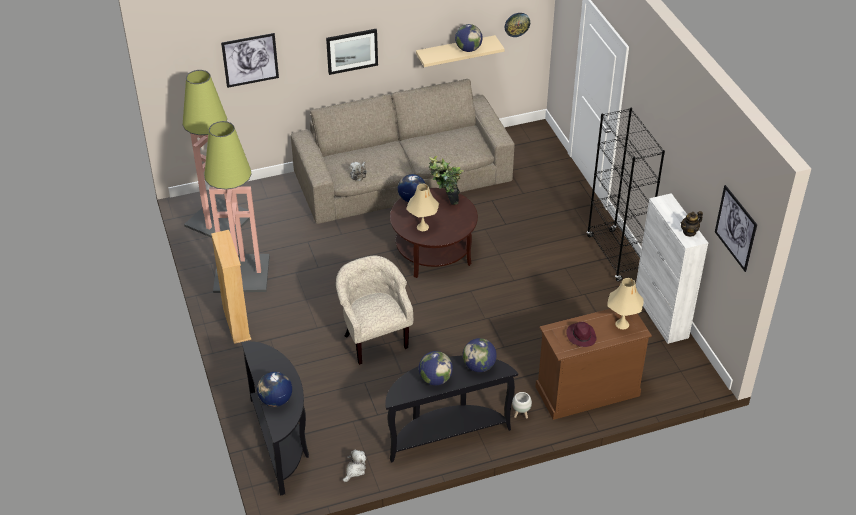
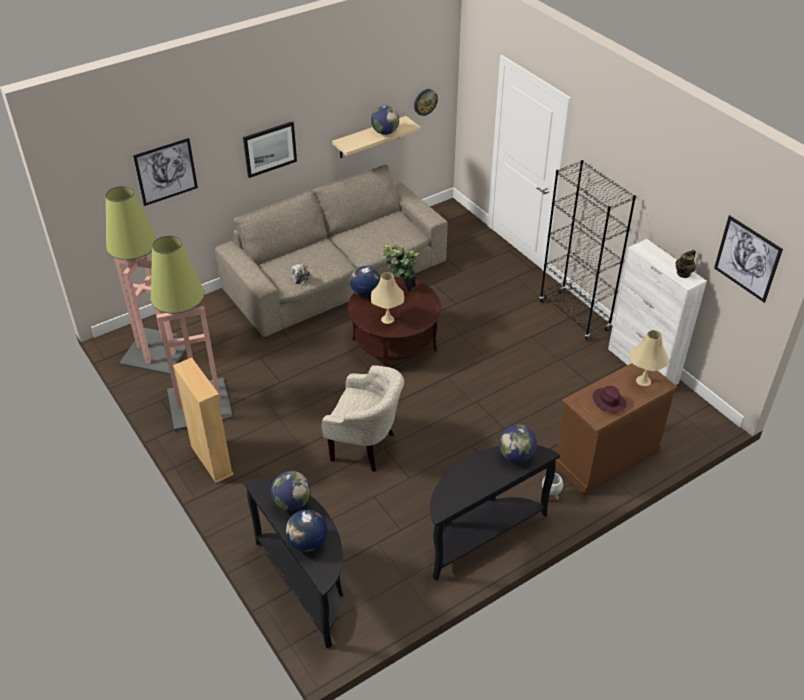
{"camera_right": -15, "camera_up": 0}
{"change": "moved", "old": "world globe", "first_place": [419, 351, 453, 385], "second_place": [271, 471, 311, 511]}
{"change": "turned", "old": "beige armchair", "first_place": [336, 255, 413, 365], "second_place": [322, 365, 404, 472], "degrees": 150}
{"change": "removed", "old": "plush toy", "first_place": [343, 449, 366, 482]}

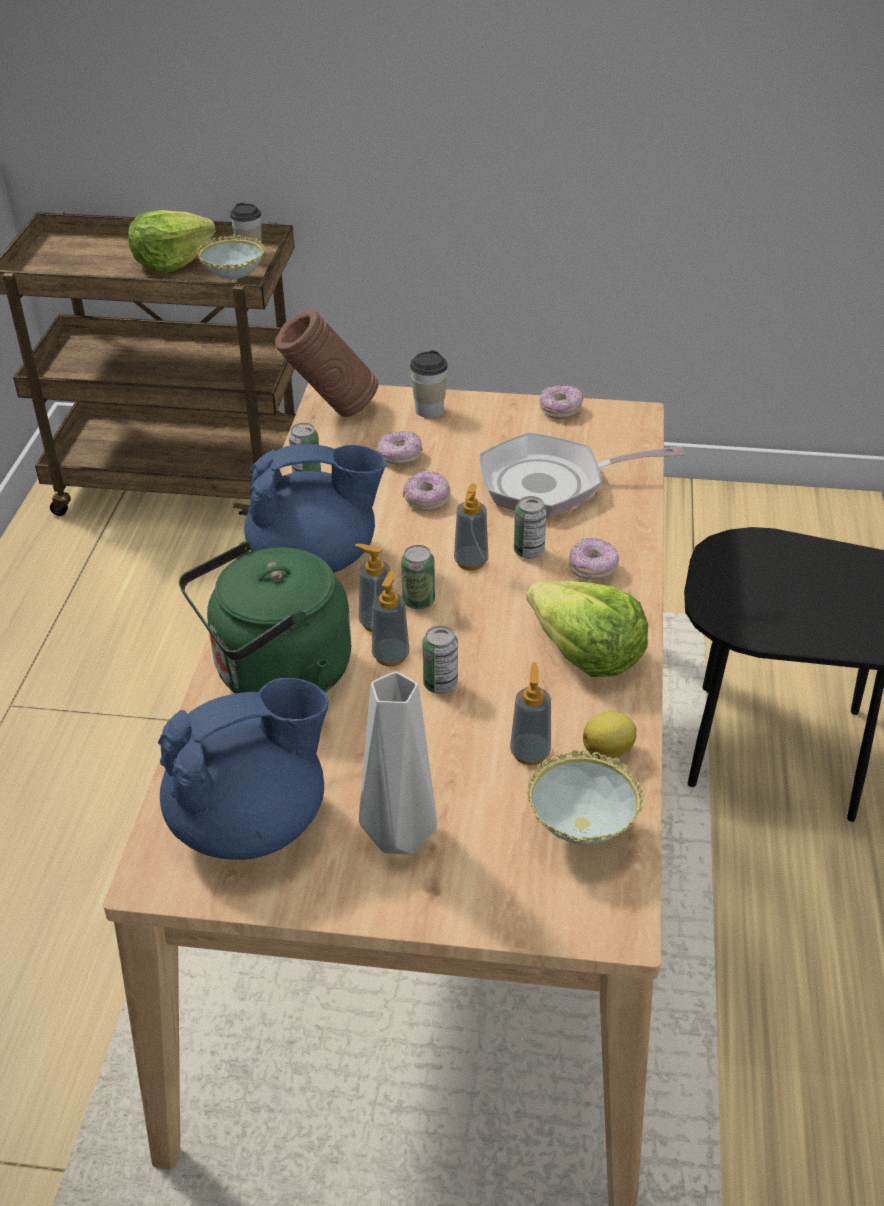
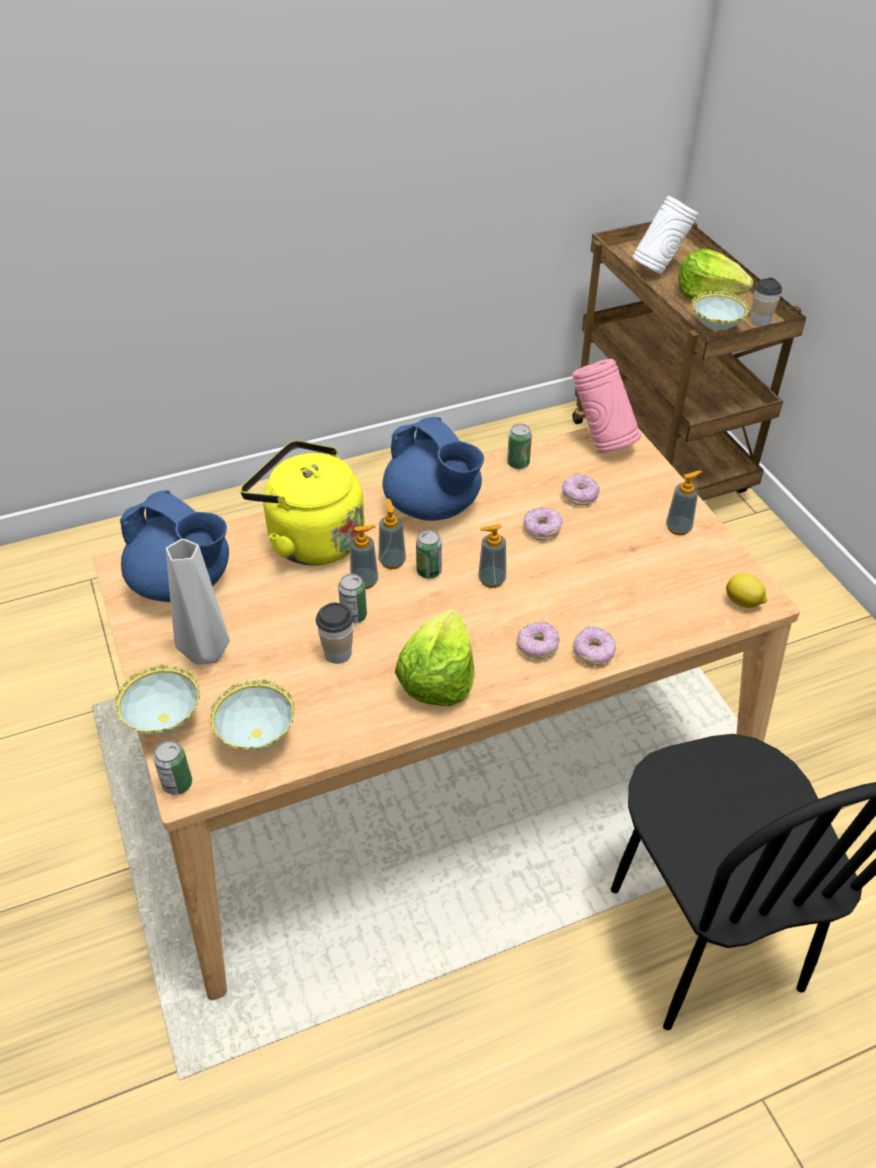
{"camera_right": 60, "camera_up": 5}
{"change": "added", "new": "deep dish", "second_place": [114, 664, 201, 735]}
{"change": "moved", "old": "can", "first_place": [514, 496, 547, 559], "second_place": [153, 740, 192, 795]}
{"change": "recoloured", "old": "green-coloured kettle", "new": "yellowish kettle", "first_place": [179, 541, 351, 694], "second_place": [240, 440, 365, 566]}
{"change": "moved", "old": "cup", "first_place": [410, 350, 448, 418], "second_place": [316, 603, 354, 664]}
{"change": "recoloured", "old": "brownish vase", "new": "pink vase", "first_place": [275, 310, 378, 417], "second_place": [572, 359, 641, 453]}
{"change": "moved", "old": "doughnut", "first_place": [539, 385, 584, 419], "second_place": [573, 626, 616, 665]}
{"change": "added", "new": "whitish vase", "second_place": [632, 196, 699, 274]}
{"change": "moved", "old": "liquid soap bottle", "first_place": [510, 662, 551, 765], "second_place": [666, 470, 702, 535]}
{"change": "moved", "old": "whole lemon", "first_place": [583, 712, 637, 759], "second_place": [726, 573, 767, 608]}
{"change": "removed", "old": "pan", "first_place": [480, 432, 685, 518]}

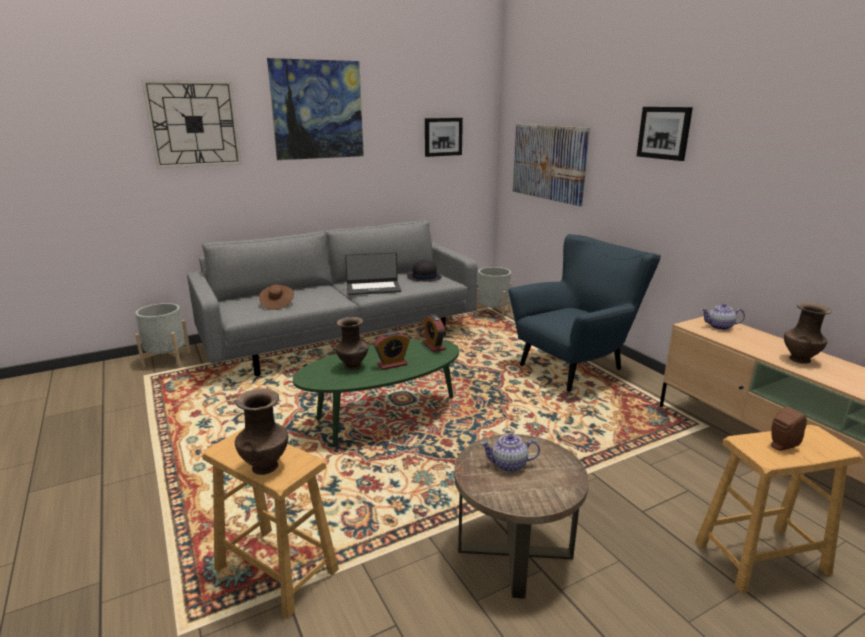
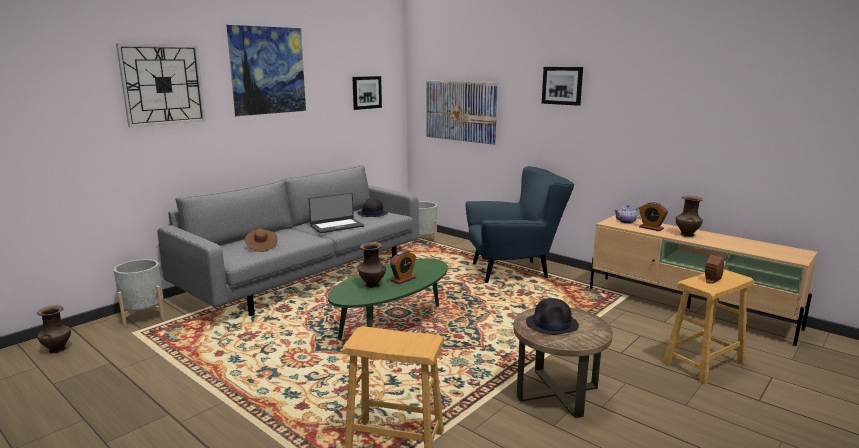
{"camera_right": -20, "camera_up": -5}
{"change": "moved", "old": "brownish vase", "first_place": [235, 388, 288, 475], "second_place": [37, 305, 71, 353]}
{"change": "turned", "old": "bluish armchair", "first_place": [508, 234, 661, 392], "second_place": [466, 166, 574, 283], "degrees": 45}
{"change": "replaced", "old": "tea pot", "new": "black hat", "first_place": [480, 434, 540, 472], "second_place": [526, 298, 579, 335]}
{"change": "moved", "old": "alarm clock", "first_place": [422, 314, 446, 352], "second_place": [639, 202, 668, 231]}

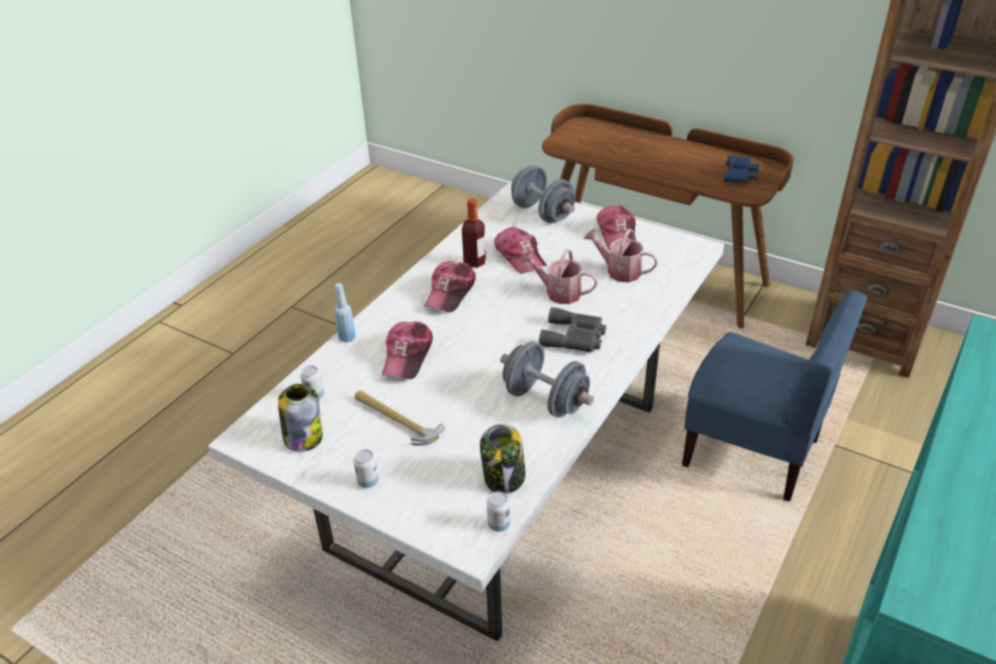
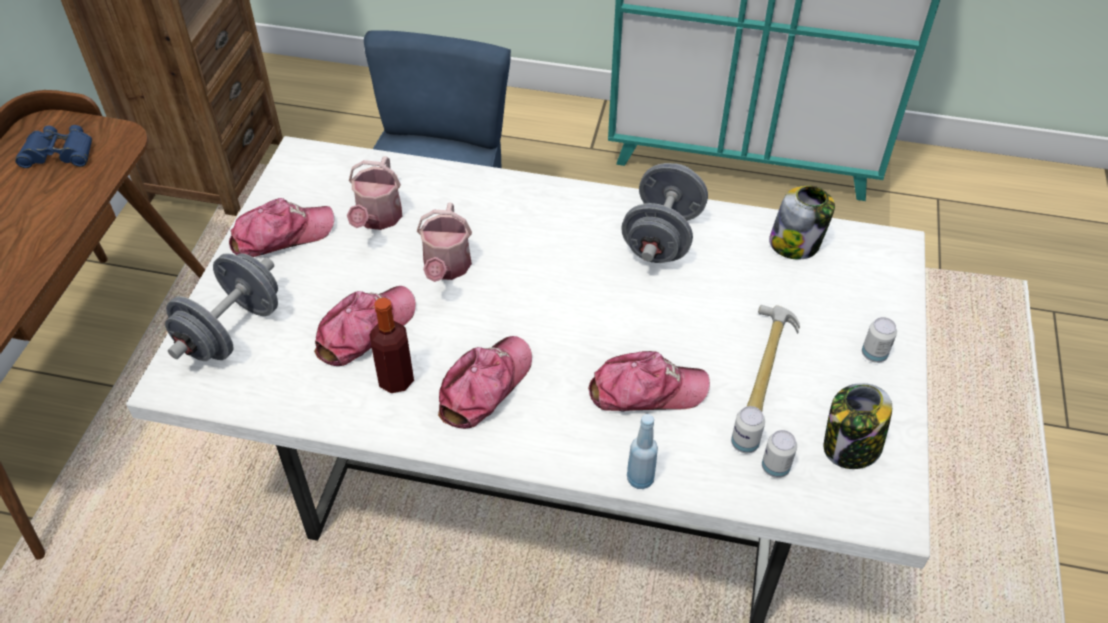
{"camera_right": -110, "camera_up": 10}
{"change": "turned", "old": "baseball cap", "first_place": [424, 261, 476, 312], "second_place": [438, 336, 532, 429], "degrees": -60}
{"change": "moved", "old": "can", "first_place": [487, 491, 510, 532], "second_place": [731, 406, 765, 453]}
{"change": "removed", "old": "grey field glasses", "first_place": [539, 307, 606, 353]}

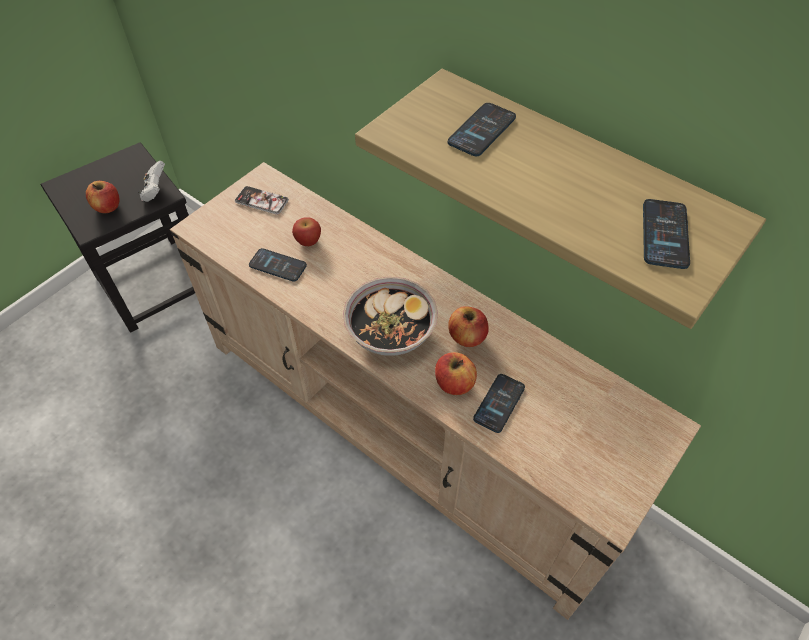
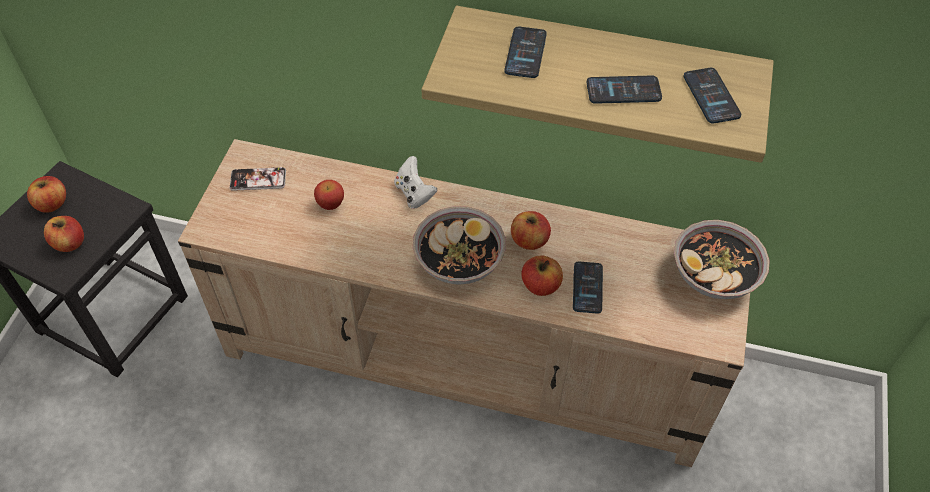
{"camera_right": -25, "camera_up": 0}
{"change": "added", "new": "apple", "second_place": [27, 176, 66, 213]}
{"change": "moved", "old": "whitish joypad", "first_place": [138, 161, 165, 202], "second_place": [394, 156, 437, 209]}
{"change": "moved", "old": "telephone", "first_place": [249, 248, 307, 282], "second_place": [586, 75, 662, 104]}
{"change": "added", "new": "deep dish", "second_place": [674, 220, 770, 299]}

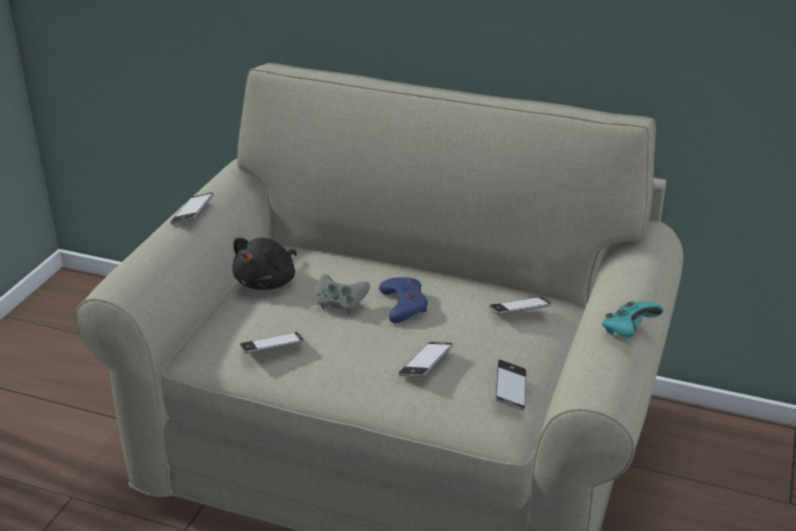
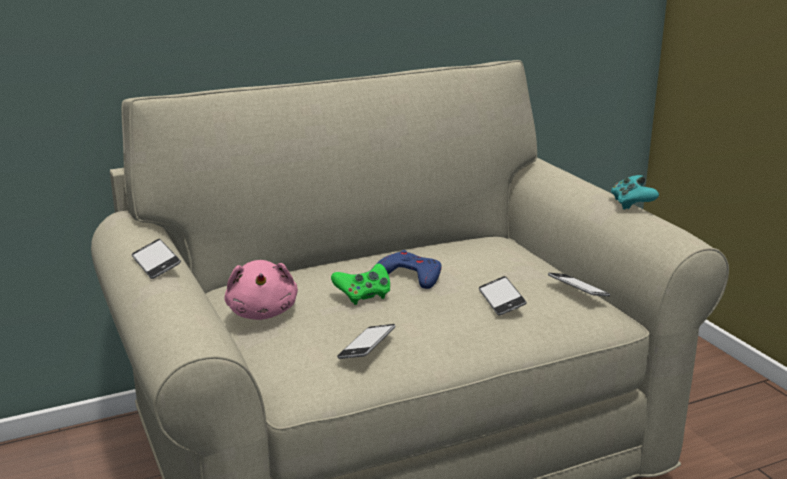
{"camera_right": -45, "camera_up": -10}
{"change": "recoloured", "old": "black plush toy", "new": "pink plush toy", "first_place": [232, 238, 297, 290], "second_place": [224, 260, 298, 320]}
{"change": "recoloured", "old": "grey joypad", "new": "green-coloured joypad", "first_place": [316, 274, 370, 314], "second_place": [331, 263, 390, 305]}
{"change": "removed", "old": "telephone", "first_place": [489, 297, 552, 314]}

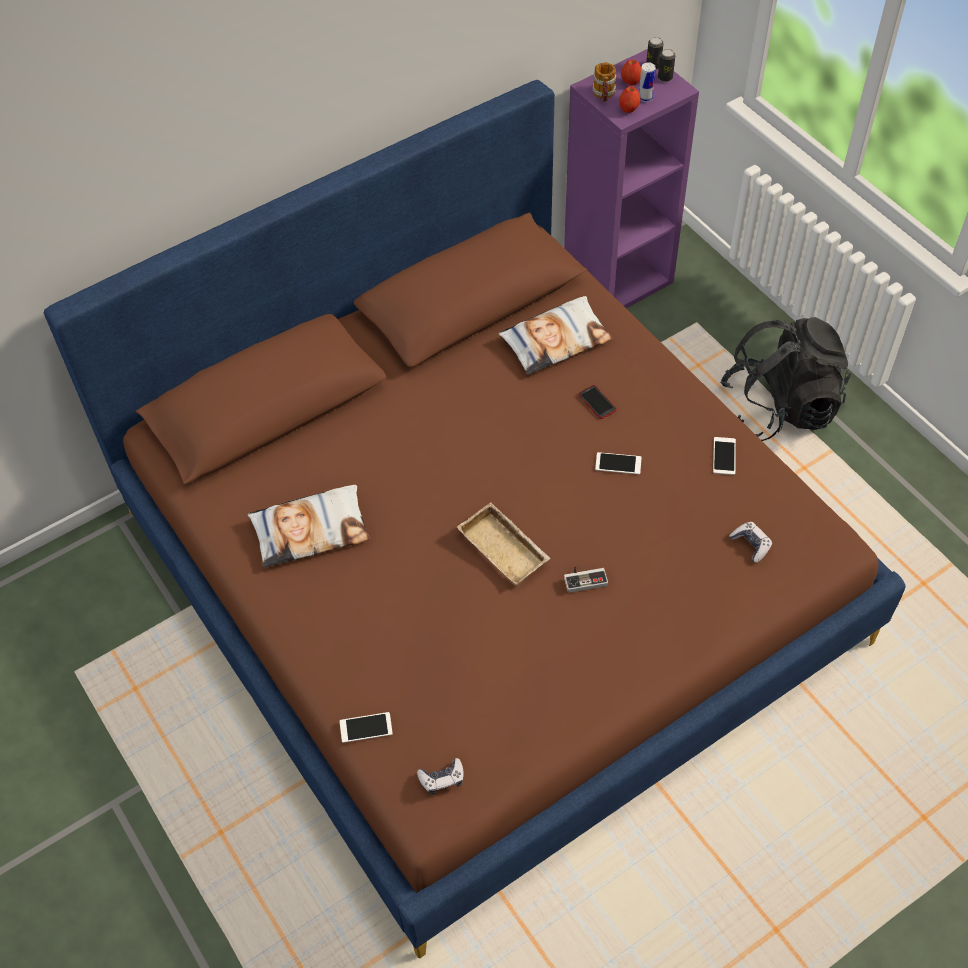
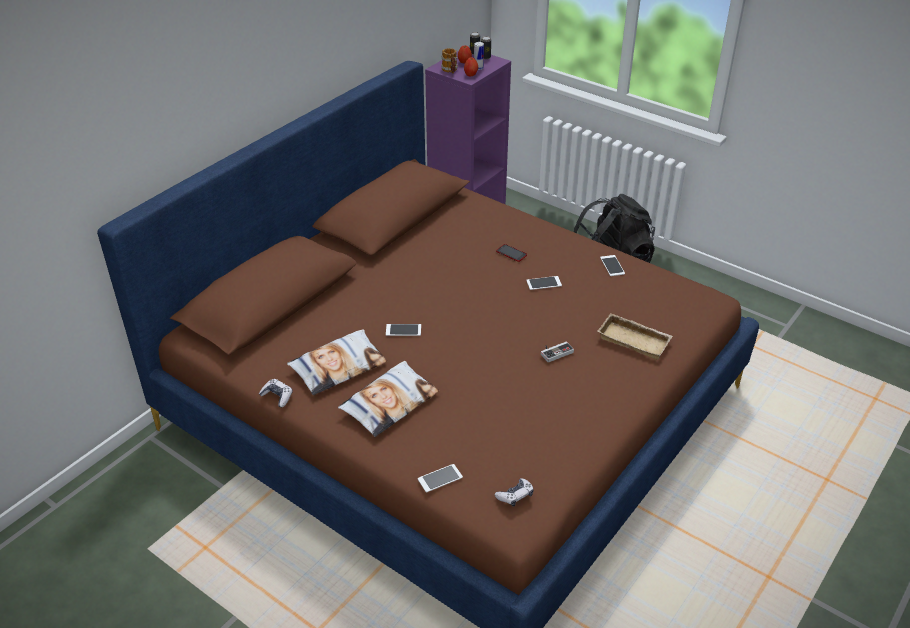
{"camera_right": -20, "camera_up": -15}
{"change": "moved", "old": "joypad", "first_place": [729, 522, 772, 563], "second_place": [259, 379, 293, 407]}
{"change": "moved", "old": "throw pillow", "first_place": [498, 296, 613, 375], "second_place": [338, 361, 439, 437]}
{"change": "added", "new": "telephone", "second_place": [386, 324, 421, 336]}
{"change": "moved", "old": "beige tray", "first_place": [457, 502, 551, 586], "second_place": [597, 313, 673, 360]}

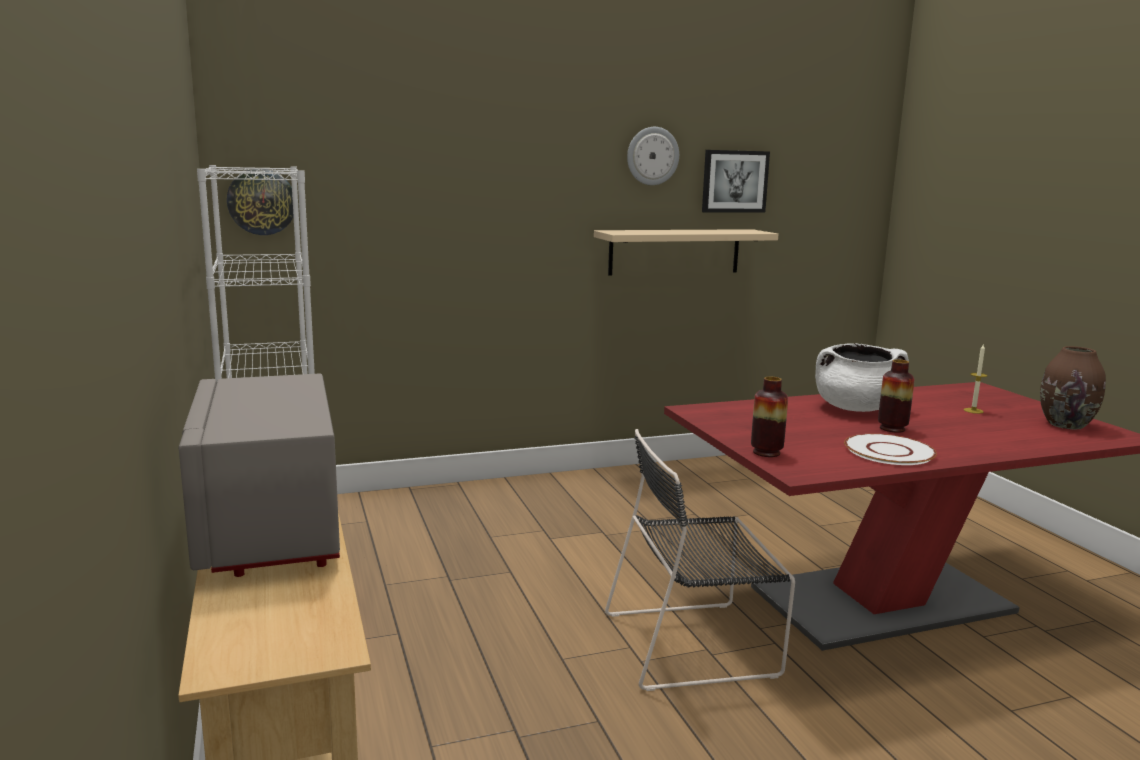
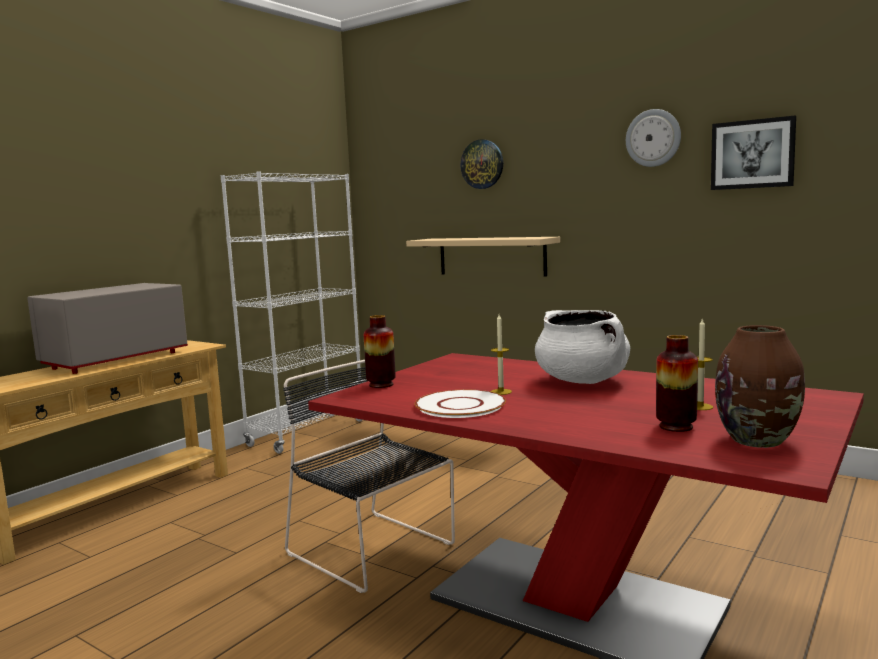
{"camera_right": 55, "camera_up": -5}
{"change": "moved", "old": "beige shelf", "first_place": [594, 229, 778, 275], "second_place": [406, 237, 560, 277]}
{"change": "moved", "old": "clock on the wall", "first_place": [227, 169, 294, 235], "second_place": [461, 139, 503, 189]}
{"change": "added", "new": "wax candle", "second_place": [491, 314, 512, 395]}
{"change": "moved", "old": "vase", "first_place": [878, 359, 915, 433], "second_place": [656, 335, 698, 432]}

